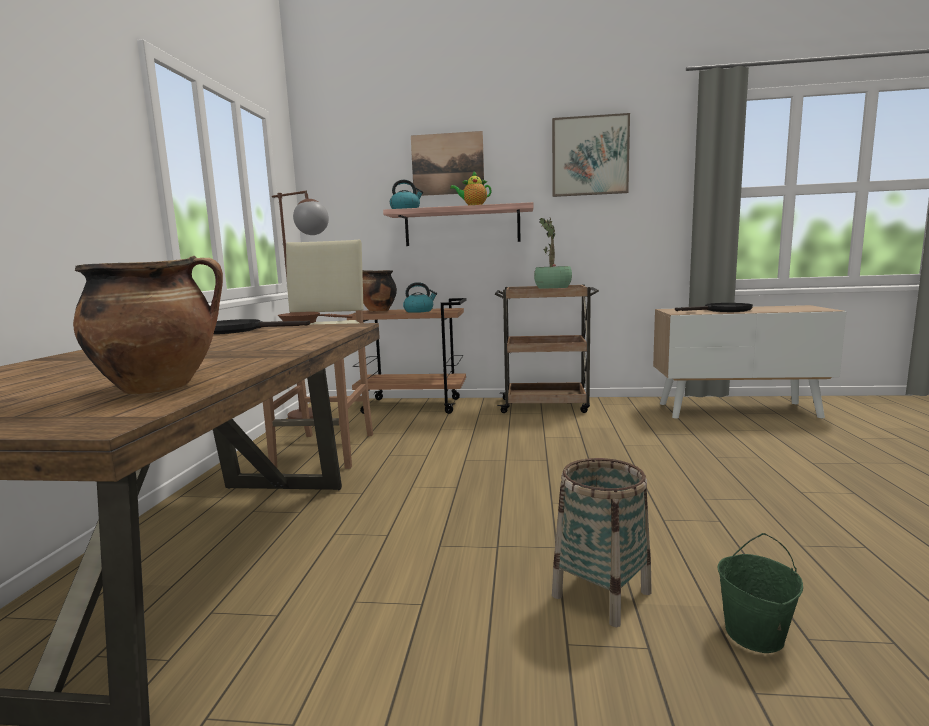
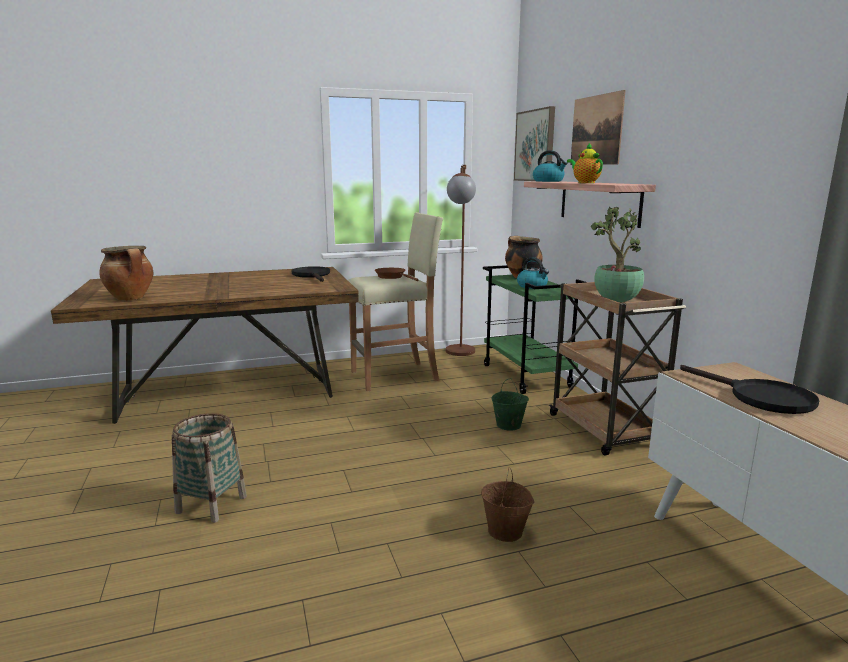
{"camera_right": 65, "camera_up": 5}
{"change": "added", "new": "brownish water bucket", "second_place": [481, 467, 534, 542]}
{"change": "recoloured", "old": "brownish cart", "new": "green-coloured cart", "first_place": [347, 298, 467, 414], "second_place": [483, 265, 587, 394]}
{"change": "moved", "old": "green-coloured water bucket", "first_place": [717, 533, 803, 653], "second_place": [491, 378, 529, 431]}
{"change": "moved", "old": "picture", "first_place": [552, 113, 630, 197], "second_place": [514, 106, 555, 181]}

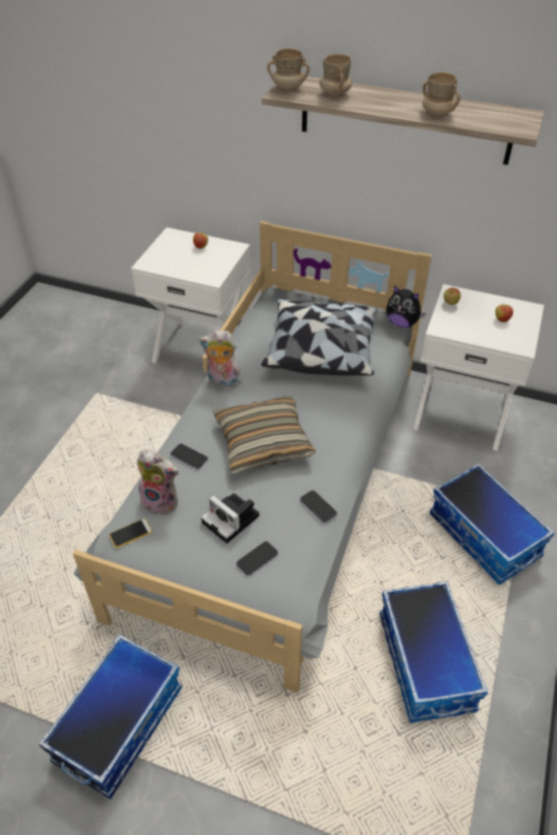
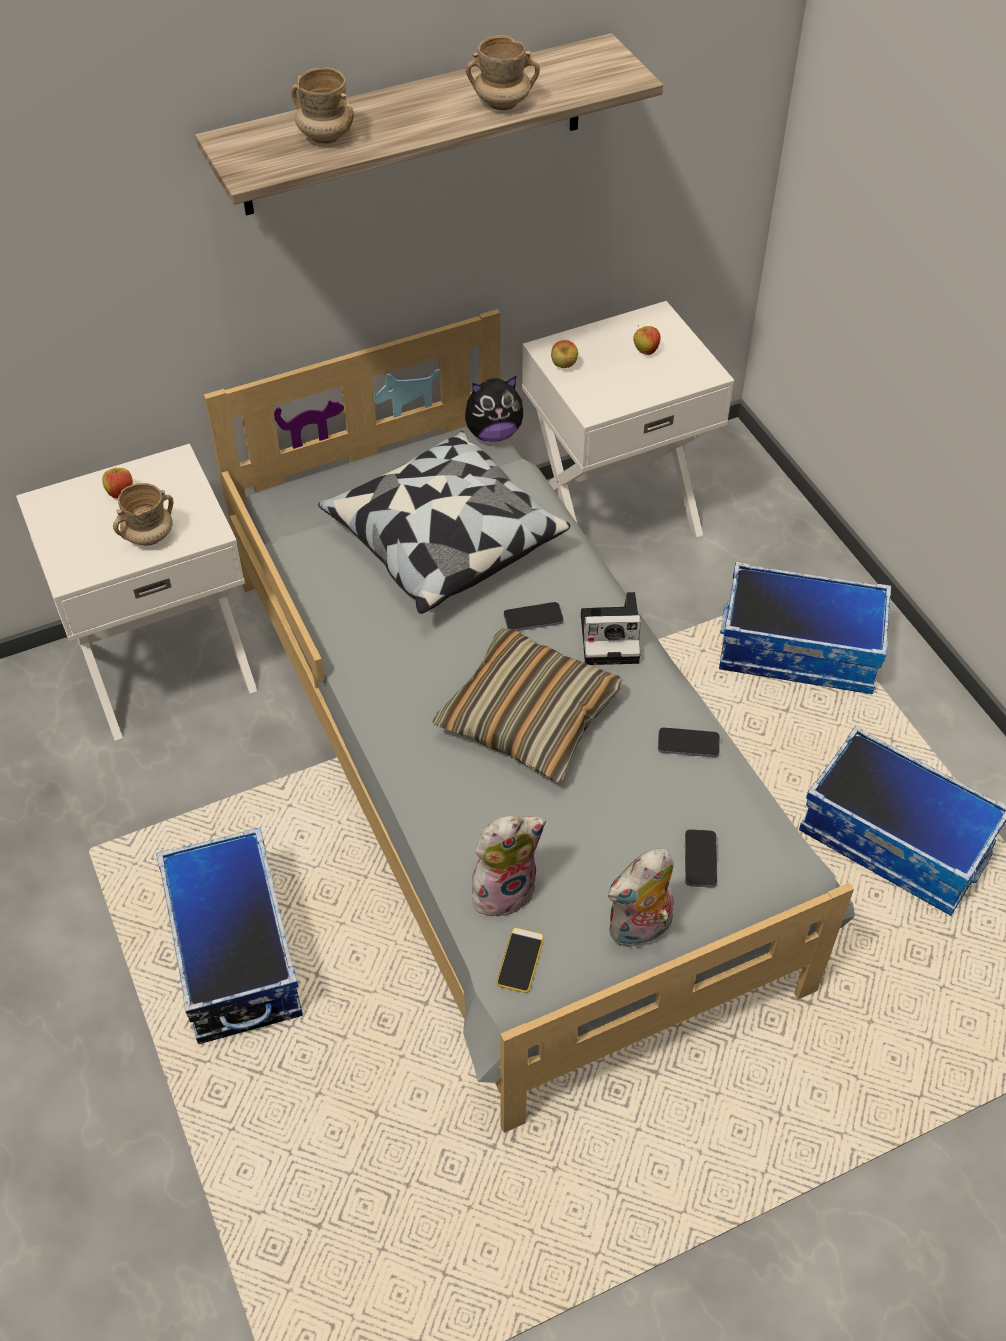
{"camera_right": -45, "camera_up": 5}
{"change": "moved", "old": "beige coffee mug", "first_place": [267, 48, 310, 92], "second_place": [113, 483, 173, 546]}
{"change": "moved", "old": "storage box", "first_place": [38, 634, 182, 799], "second_place": [156, 828, 303, 1044]}
{"change": "moved", "old": "telephone", "first_place": [171, 444, 208, 469], "second_place": [504, 602, 564, 631]}
{"change": "moved", "old": "photo camera", "first_place": [201, 493, 259, 543], "second_place": [581, 592, 641, 665]}
{"change": "moved", "old": "plush toy", "first_place": [199, 330, 241, 388], "second_place": [608, 849, 674, 950]}

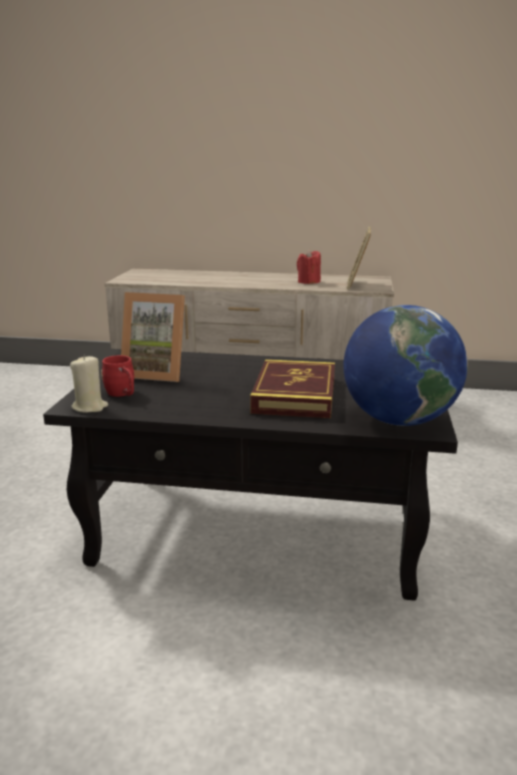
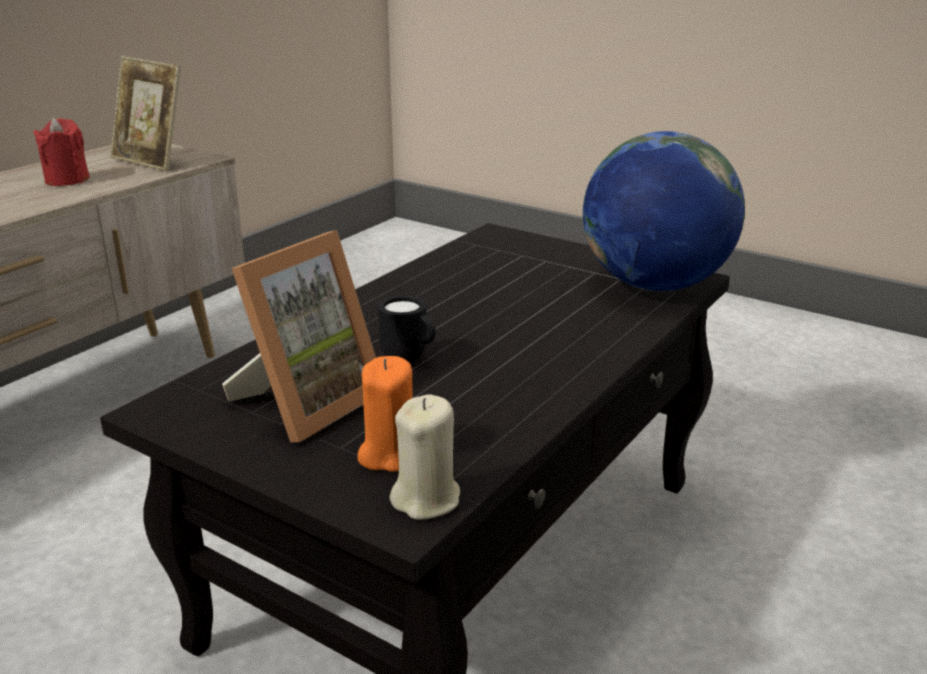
{"camera_right": -65, "camera_up": 5}
{"change": "replaced", "old": "red-coloured coffee mug", "new": "orangey wax candle", "first_place": [101, 355, 134, 397], "second_place": [357, 356, 413, 472]}
{"change": "added", "new": "black coffee mug", "second_place": [378, 295, 436, 363]}
{"change": "removed", "old": "volume", "first_place": [250, 359, 335, 418]}

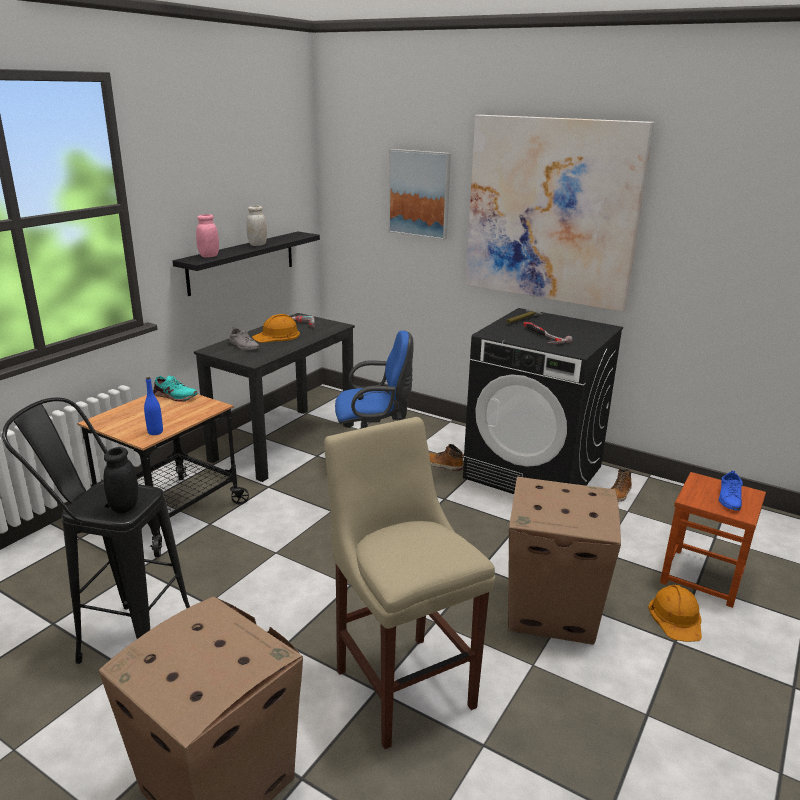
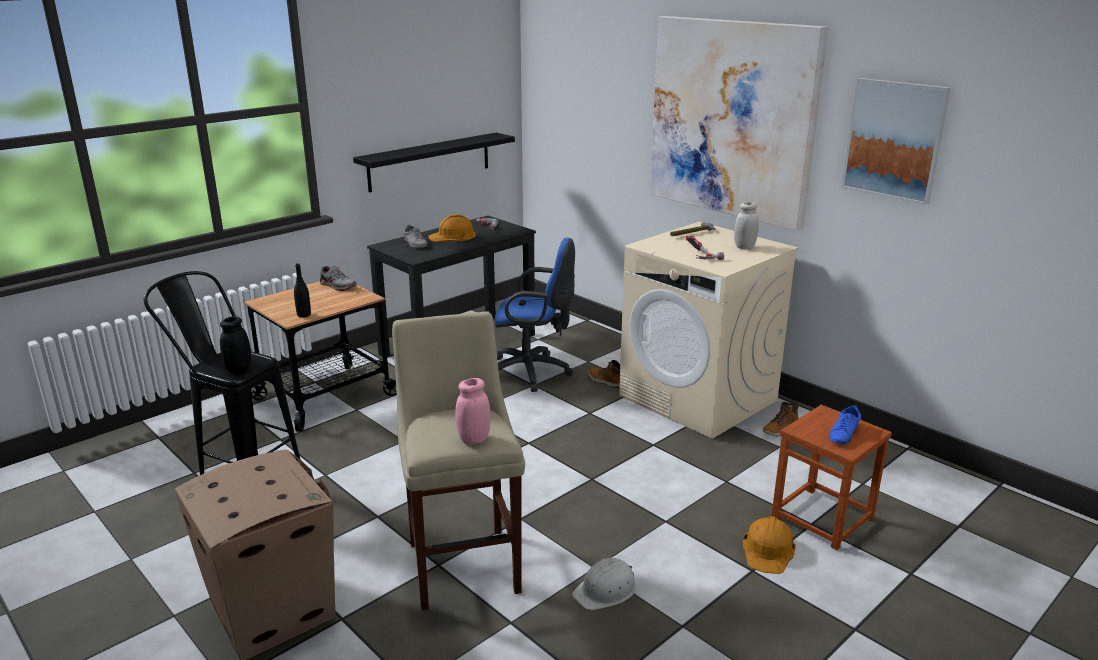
{"camera_right": 15, "camera_up": 0}
{"change": "recoloured", "old": "bluish beverage bottle", "new": "black beverage bottle", "first_place": [144, 377, 163, 435], "second_place": [294, 263, 311, 318]}
{"change": "recoloured", "old": "blue-green shoe", "new": "grey shoe", "first_place": [153, 375, 198, 402], "second_place": [320, 266, 357, 291]}
{"change": "moved", "old": "pink jar", "first_place": [196, 214, 219, 258], "second_place": [455, 378, 490, 444]}
{"change": "added", "new": "whitish work helmet", "second_place": [572, 558, 636, 610]}
{"change": "recoloured", "old": "black laundry appliance", "new": "beige laundry appliance", "first_place": [463, 308, 623, 494], "second_place": [619, 222, 798, 439]}
{"change": "moved", "old": "whitish jar", "first_place": [246, 206, 267, 246], "second_place": [734, 202, 759, 249]}
{"change": "moved", "old": "picture", "first_place": [388, 149, 451, 240], "second_place": [841, 78, 951, 205]}
{"change": "removed", "old": "packing box", "first_place": [508, 476, 621, 645]}

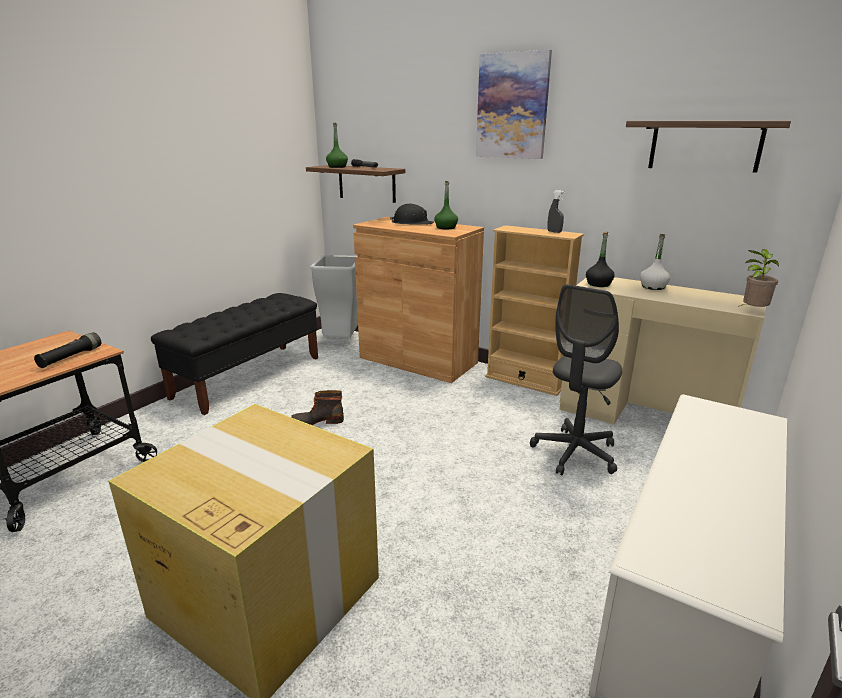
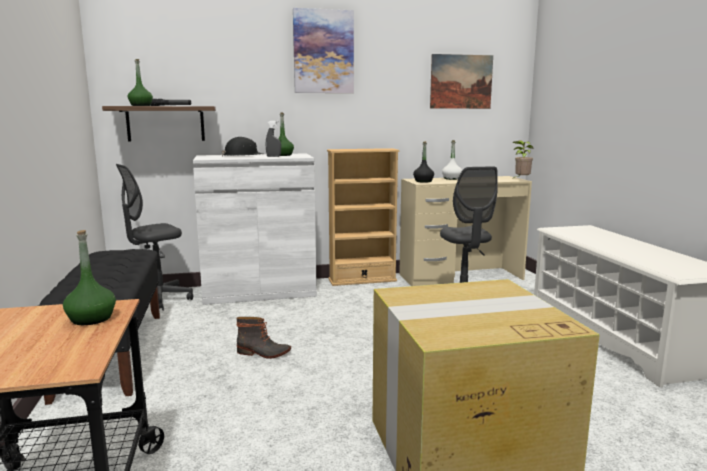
{"camera_right": -45, "camera_up": -10}
{"change": "replaced", "old": "black hand torch", "new": "green-coloured beverage bottle", "first_place": [34, 332, 101, 368], "second_place": [63, 230, 116, 325]}
{"change": "replaced", "old": "grey waste bin", "new": "grey office chair", "first_place": [310, 255, 358, 338], "second_place": [116, 164, 193, 311]}
{"change": "recoloured", "old": "brownish cabinet", "new": "whitish cabinet", "first_place": [353, 217, 484, 383], "second_place": [193, 153, 317, 305]}
{"change": "turned", "old": "boot", "first_place": [291, 390, 344, 425], "second_place": [237, 317, 291, 359], "degrees": -120}
{"change": "moved", "old": "grey sprayer", "first_place": [547, 190, 564, 233], "second_place": [266, 121, 281, 157]}
{"change": "replaced", "old": "shelf", "new": "picture", "first_place": [626, 121, 791, 173], "second_place": [430, 54, 493, 109]}

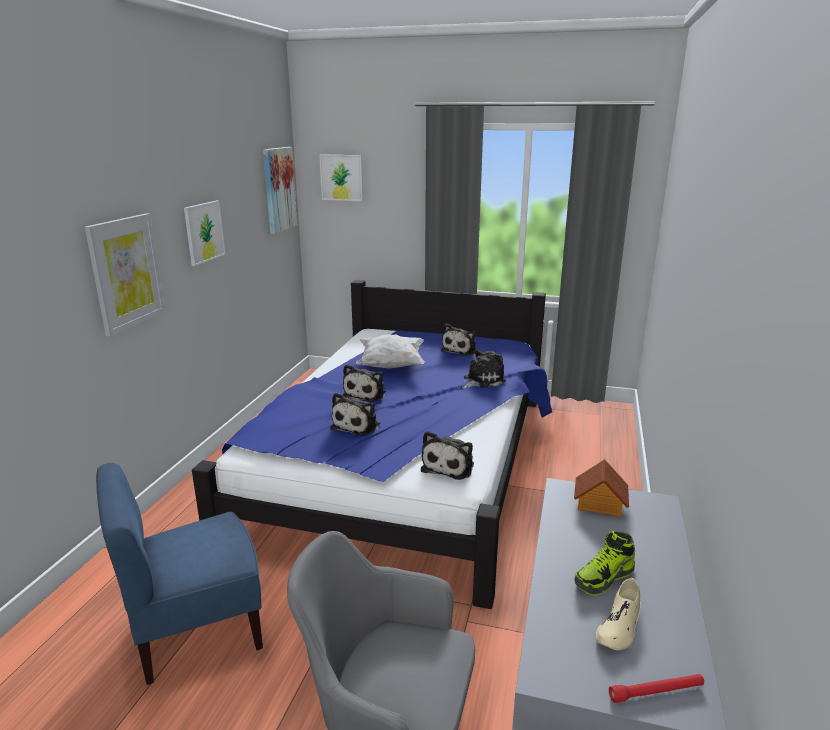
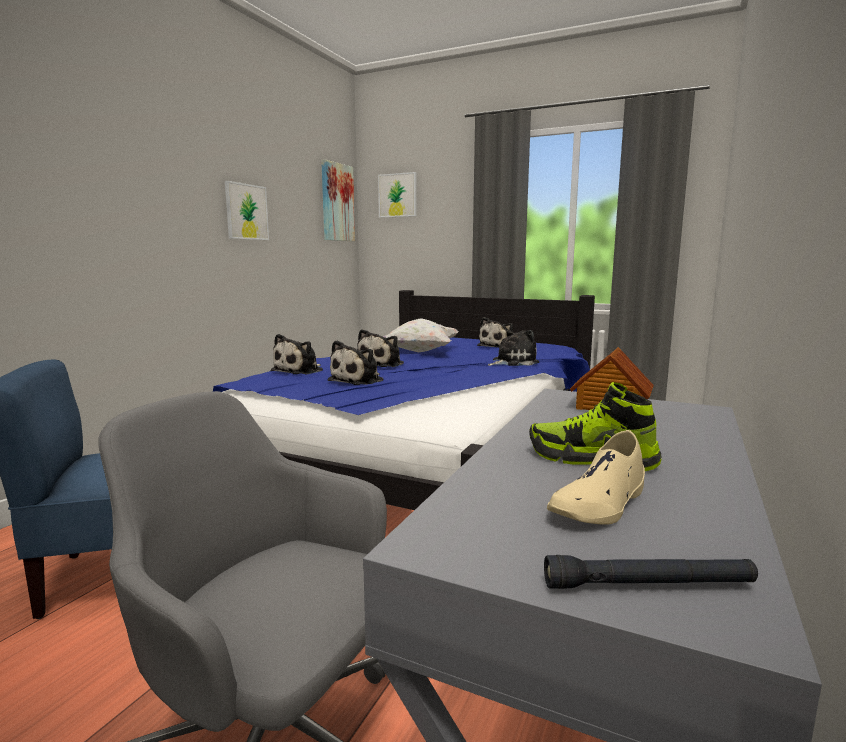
{"camera_right": 10, "camera_up": -10}
{"change": "moved", "old": "plush toy", "first_place": [421, 431, 474, 480], "second_place": [271, 334, 323, 374]}
{"change": "turned", "old": "shoe", "first_place": [574, 531, 635, 595], "second_place": [529, 382, 661, 471], "degrees": 45}
{"change": "recoloured", "old": "red-coloured hand torch", "new": "black hand torch", "first_place": [609, 674, 704, 703], "second_place": [544, 555, 758, 589]}
{"change": "removed", "old": "picture", "first_place": [85, 213, 165, 337]}

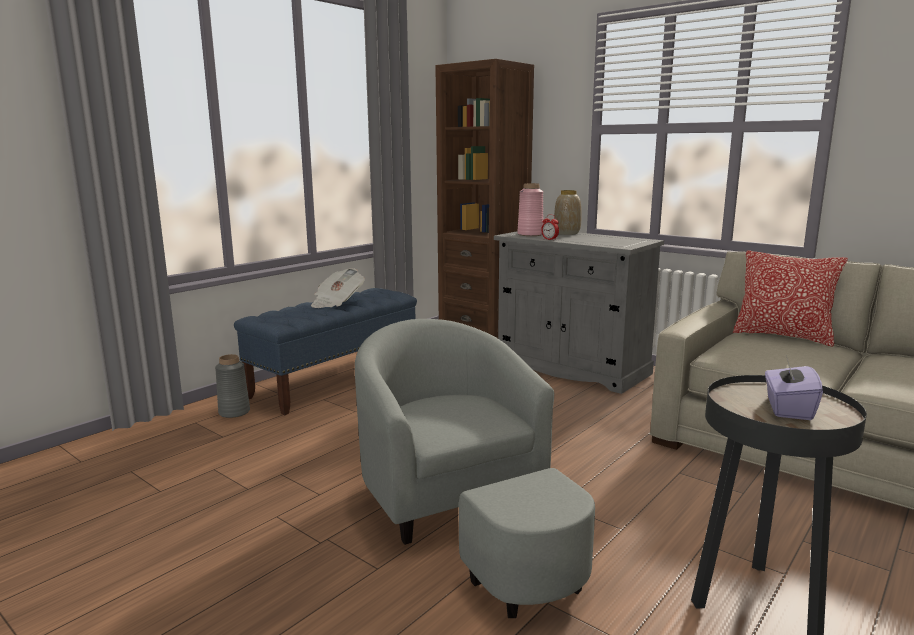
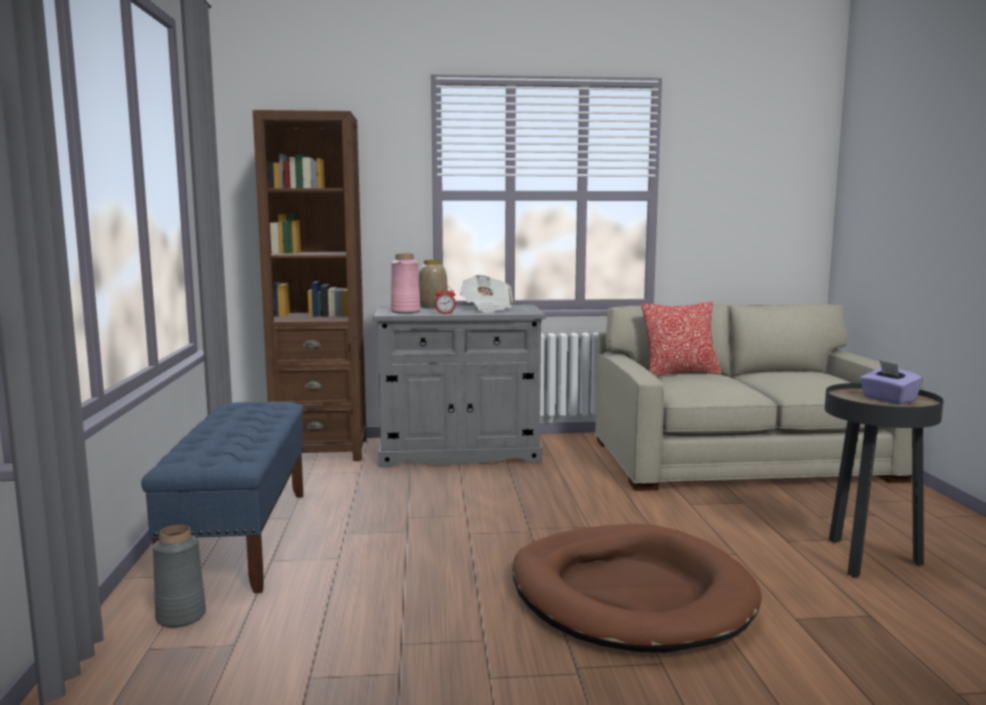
{"camera_right": -45, "camera_up": -5}
{"change": "moved", "old": "newspaper", "first_place": [311, 268, 365, 308], "second_place": [460, 275, 513, 313]}
{"change": "replaced", "old": "grey armchair", "new": "brownish pet bed", "first_place": [355, 319, 595, 618], "second_place": [512, 524, 762, 652]}

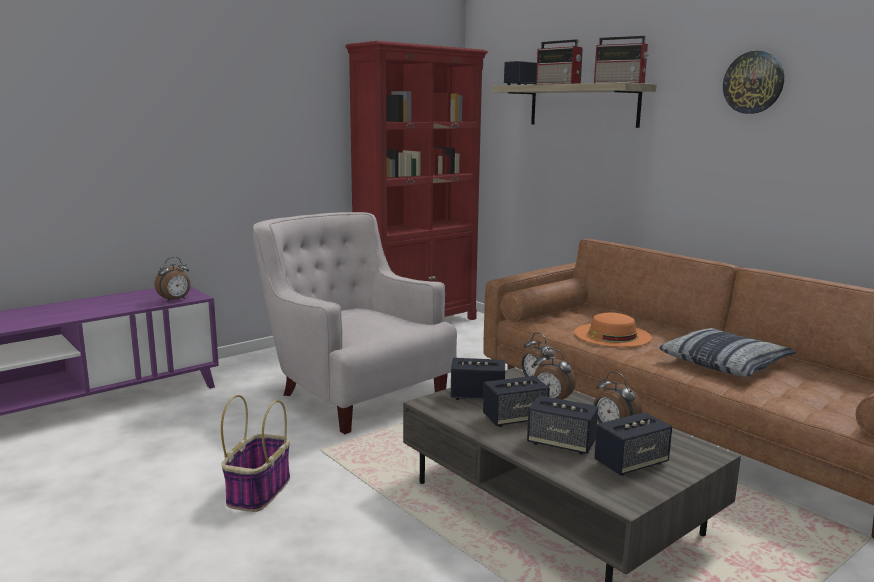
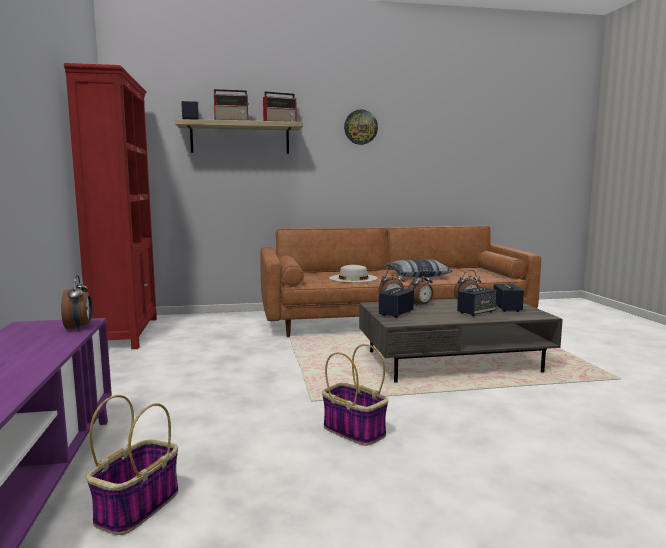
{"camera_right": -60, "camera_up": -5}
{"change": "added", "new": "storage basket", "second_place": [87, 395, 179, 535]}
{"change": "recoloured", "old": "orangey hat", "new": "whitish hat", "first_place": [574, 313, 652, 347], "second_place": [330, 265, 378, 282]}
{"change": "removed", "old": "whitish armchair", "first_place": [253, 212, 457, 434]}
{"change": "removed", "old": "speaker", "first_place": [483, 376, 550, 427]}

